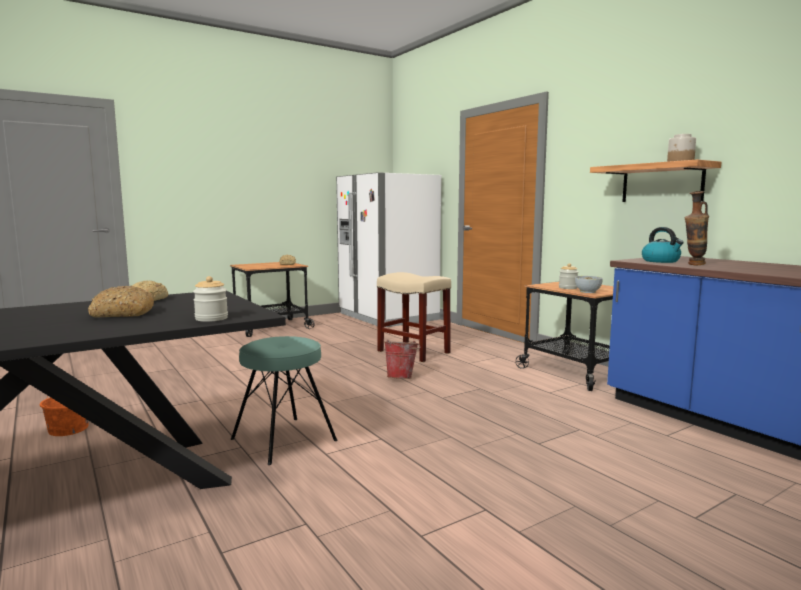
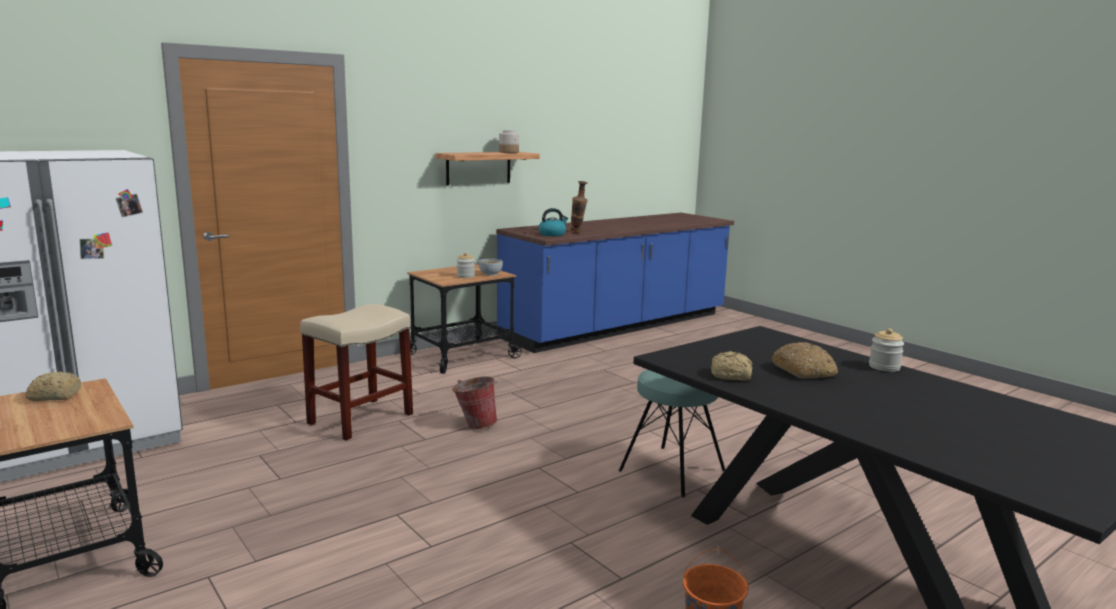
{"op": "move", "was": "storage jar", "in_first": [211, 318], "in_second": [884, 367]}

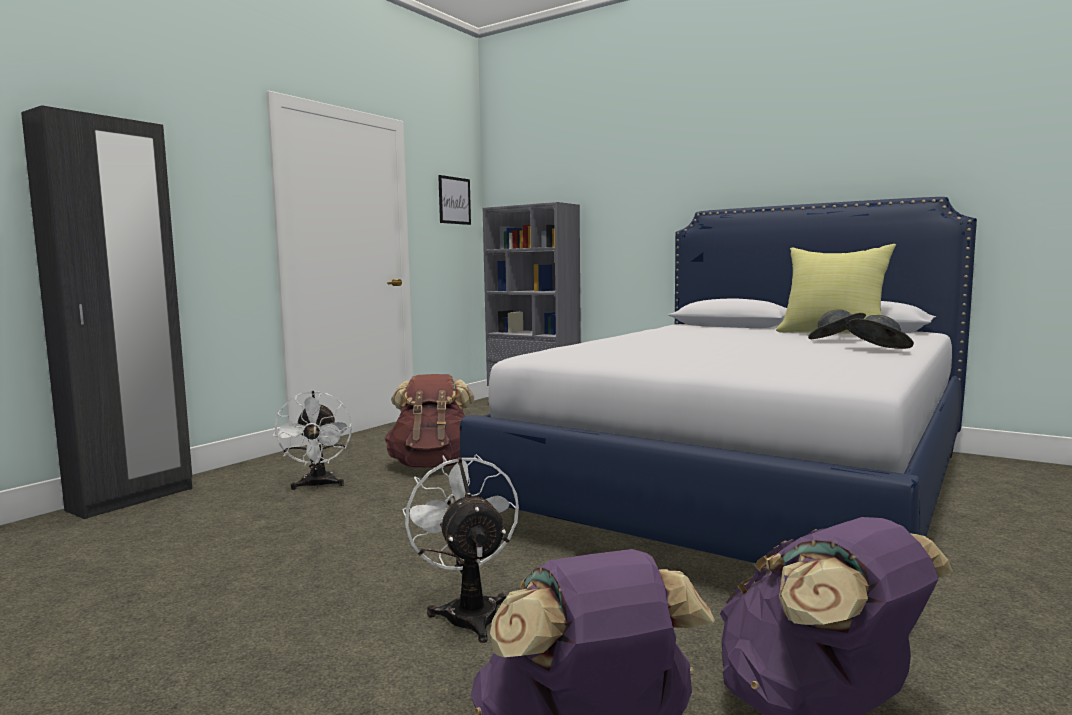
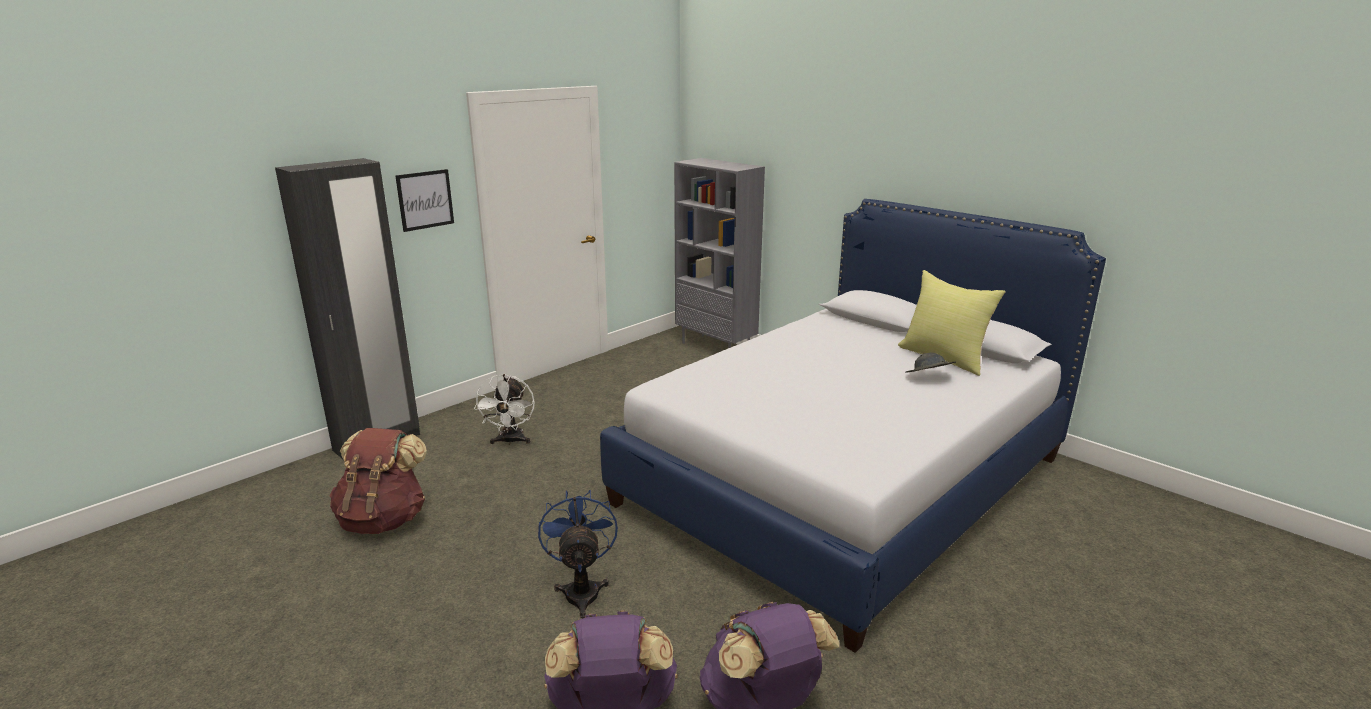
{"op": "delete", "was": "greyish hat", "in_first": [877, 350]}
{"op": "move", "was": "brownish rucksack", "in_first": [433, 465], "in_second": [384, 519]}
{"op": "move", "was": "wall art", "in_first": [454, 200], "in_second": [425, 200]}
{"op": "recolor", "was": "whitish fan", "now": "blue fan", "in_first": [468, 611], "in_second": [581, 589]}

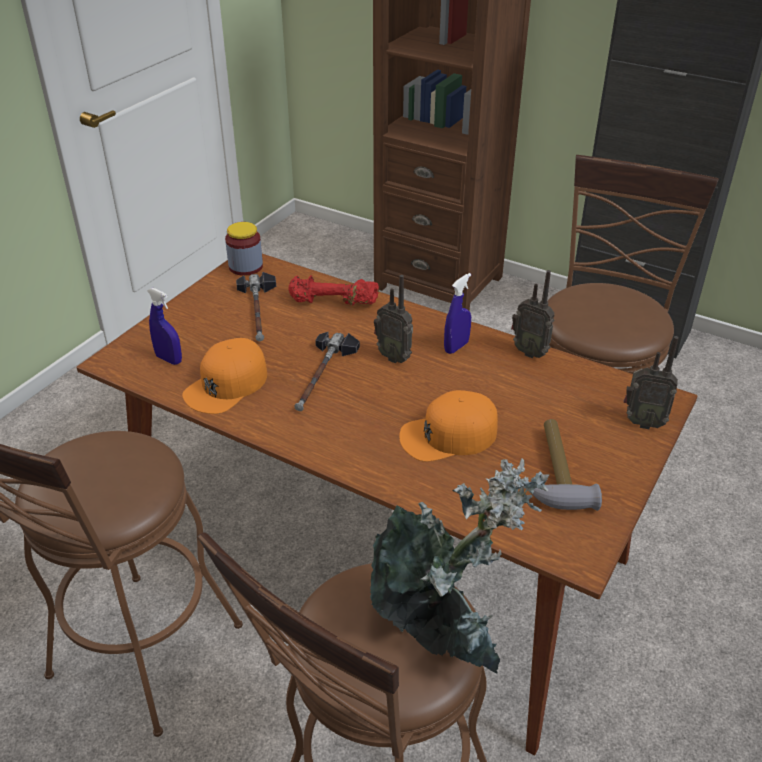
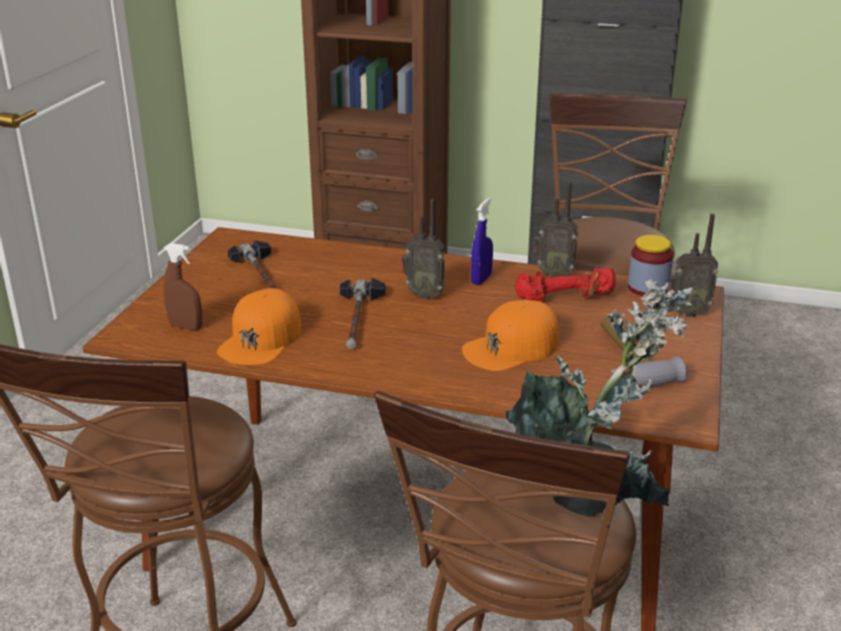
{"op": "move", "was": "storage jar", "in_first": [246, 267], "in_second": [648, 288]}
{"op": "move", "was": "reddish hand weight", "in_first": [333, 303], "in_second": [565, 299]}
{"op": "recolor", "was": "blue hand sprayer", "now": "brownish hand sprayer", "in_first": [169, 359], "in_second": [186, 326]}

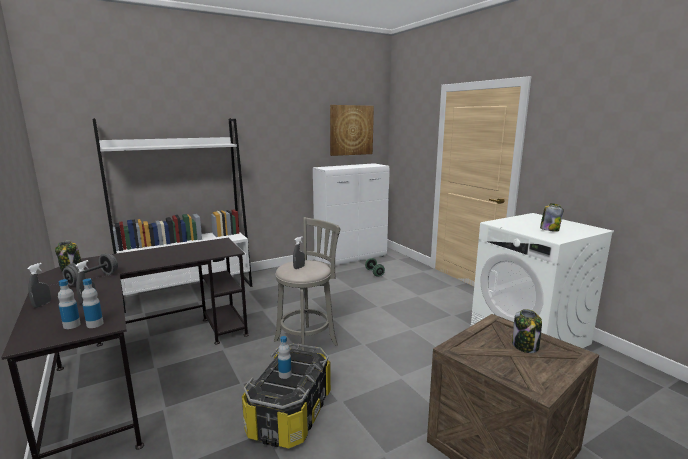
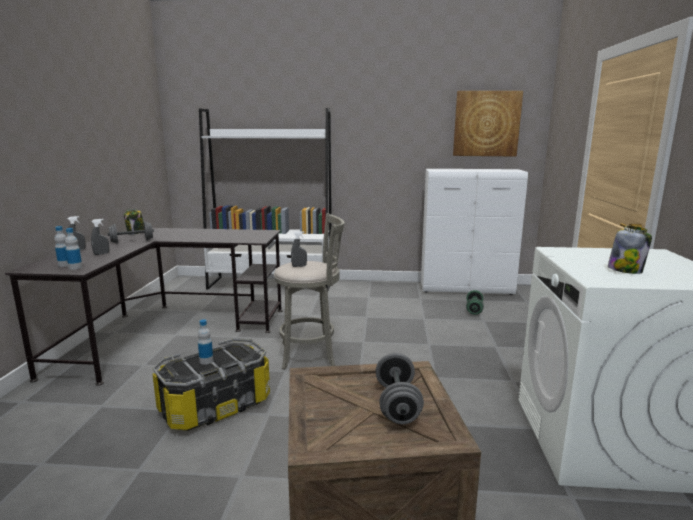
{"op": "replace", "was": "storage jar", "now": "greyish hand weight", "in_first": [525, 346], "in_second": [397, 404]}

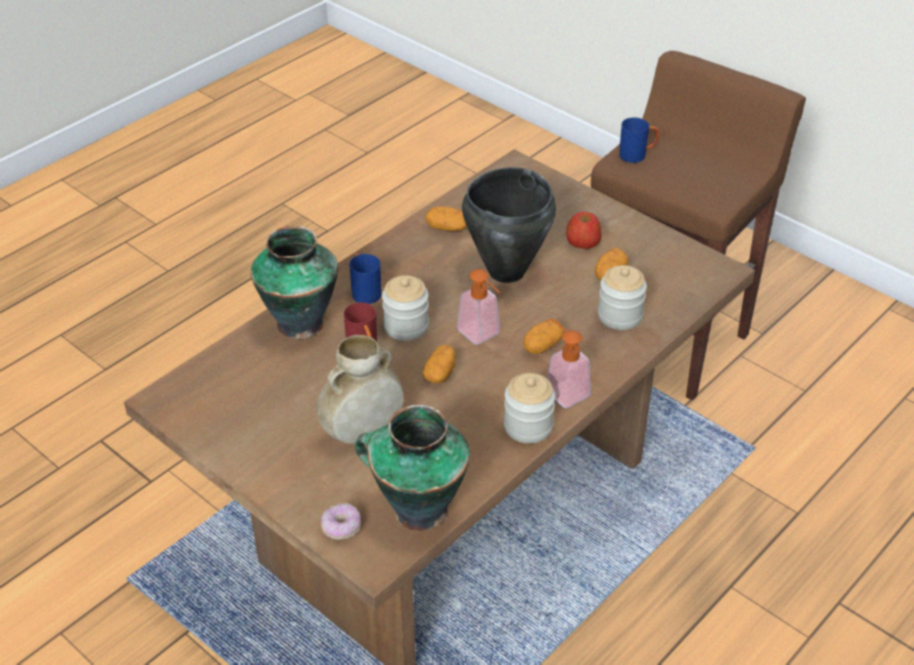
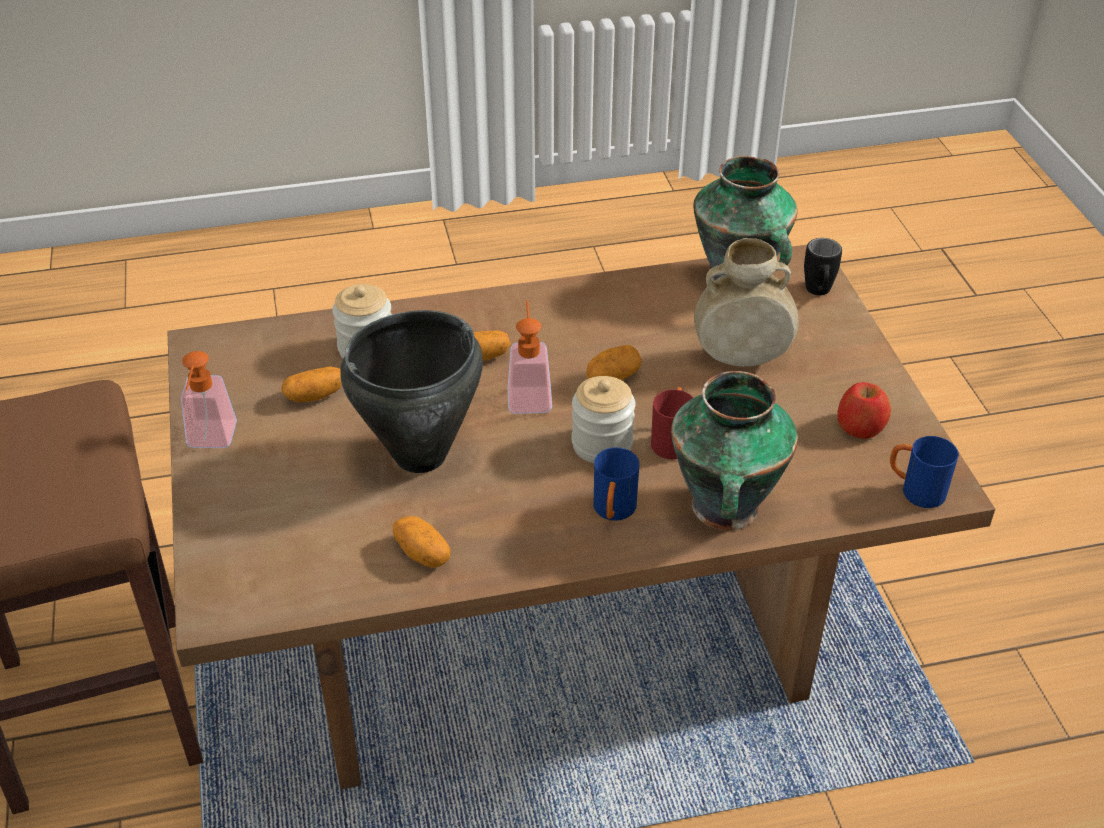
{"op": "delete", "was": "storage jar", "in_first": [528, 426]}
{"op": "move", "was": "soap dispenser", "in_first": [562, 389], "in_second": [210, 441]}
{"op": "move", "was": "apple", "in_first": [582, 242], "in_second": [860, 426]}
{"op": "move", "was": "blue tea mug", "in_first": [637, 155], "in_second": [915, 490]}
{"op": "replace", "was": "donut", "now": "blackish tea mug", "in_first": [341, 528], "in_second": [818, 293]}

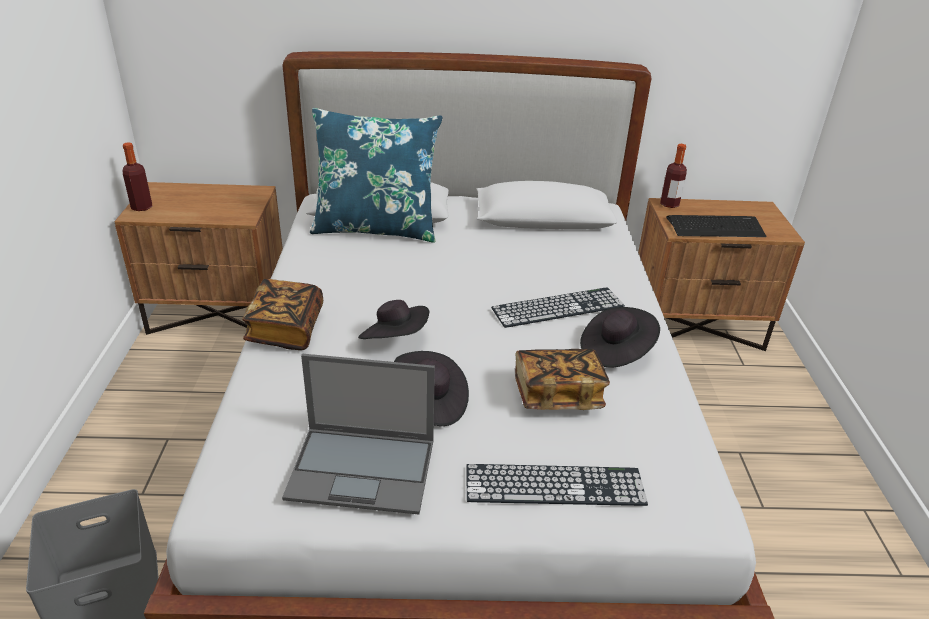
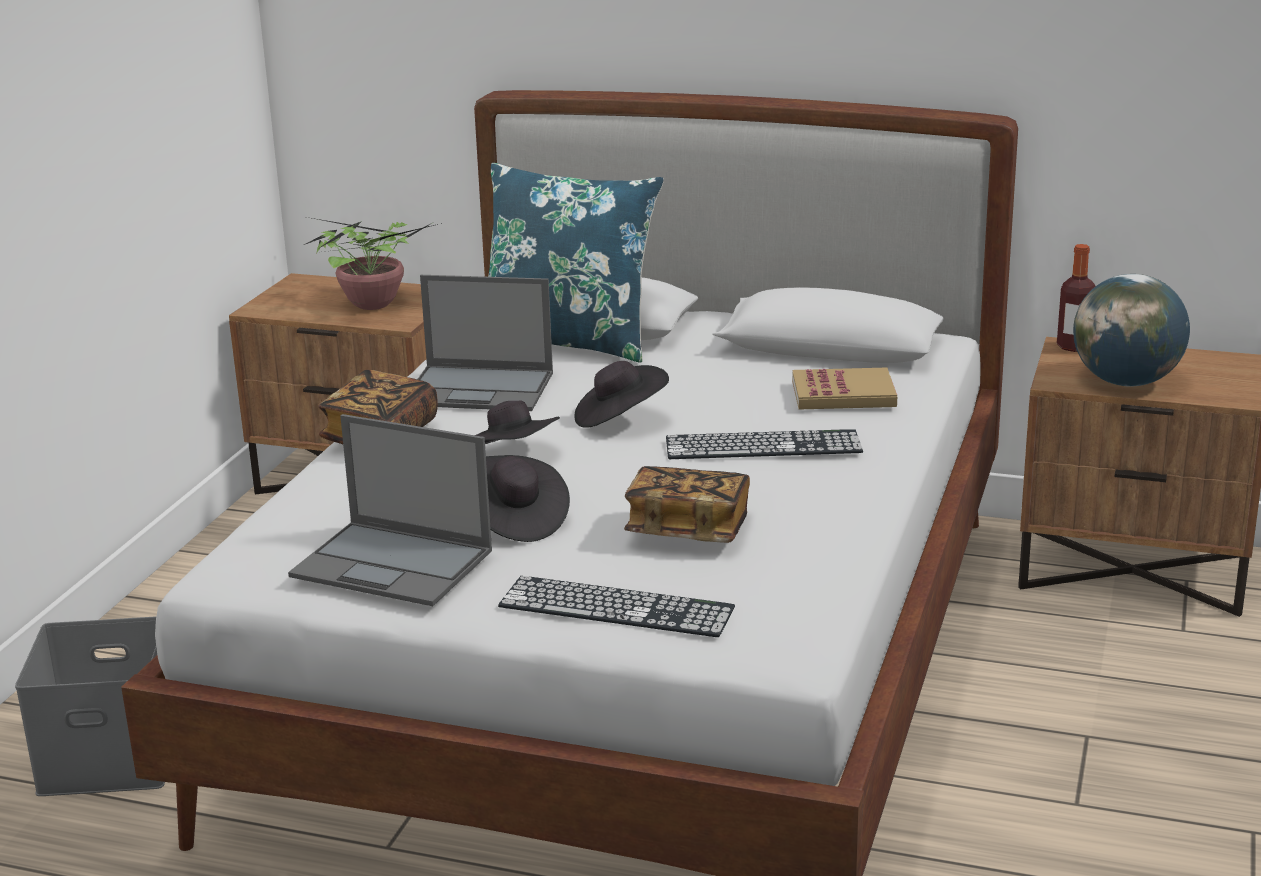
{"op": "delete", "was": "bottle", "in_first": [142, 207]}
{"op": "insert", "now": "potted plant", "in_second": [370, 303]}
{"op": "insert", "now": "portable computer", "in_second": [480, 389]}
{"op": "insert", "now": "volume", "in_second": [843, 394]}
{"op": "move", "was": "blackish hat", "in_first": [616, 351], "in_second": [619, 418]}
{"op": "replace", "was": "PC keyboard", "now": "globe", "in_first": [715, 227], "in_second": [1126, 381]}

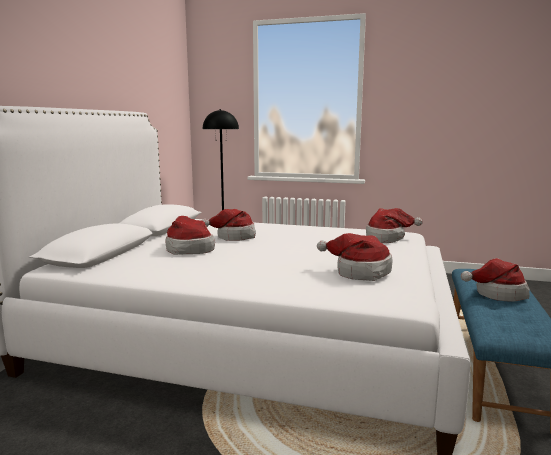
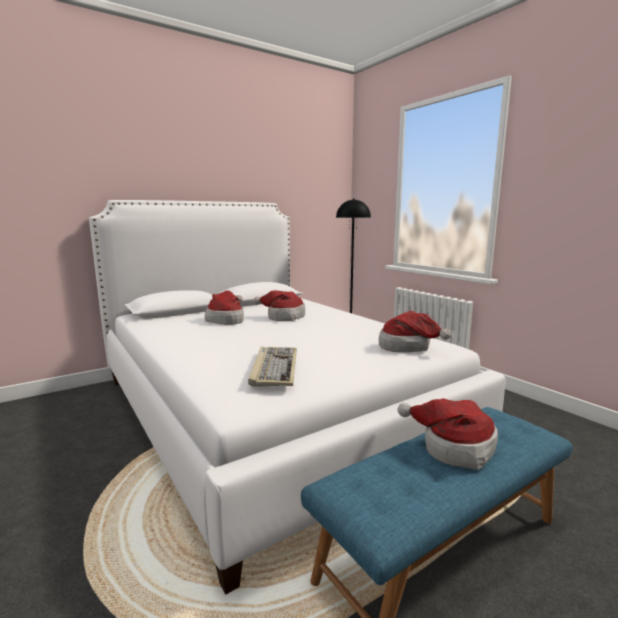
{"op": "replace", "was": "hat", "now": "PC keyboard", "in_first": [359, 272], "in_second": [274, 368]}

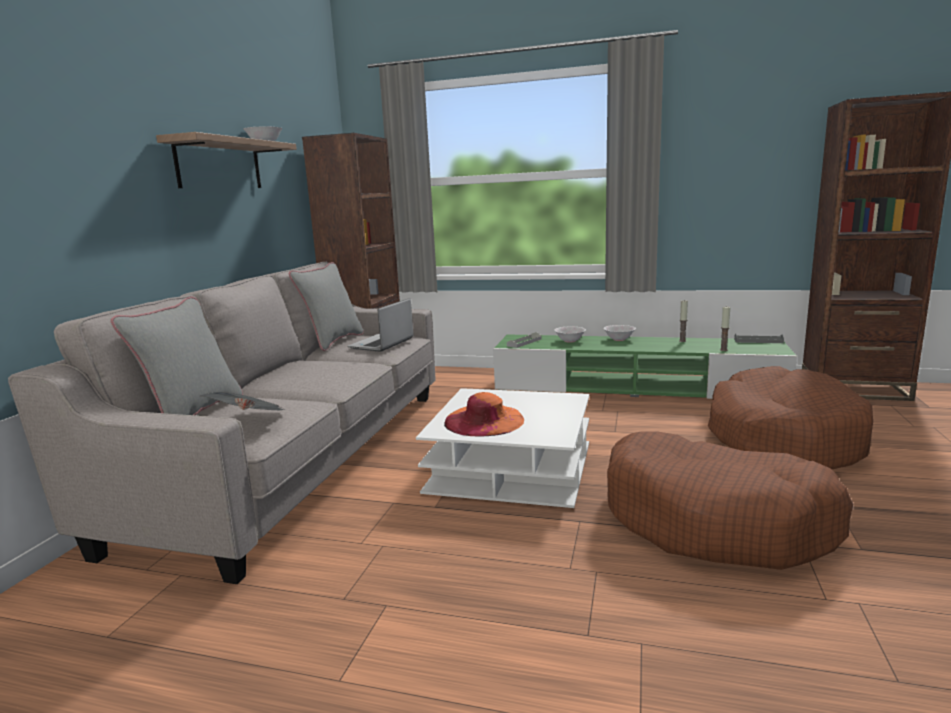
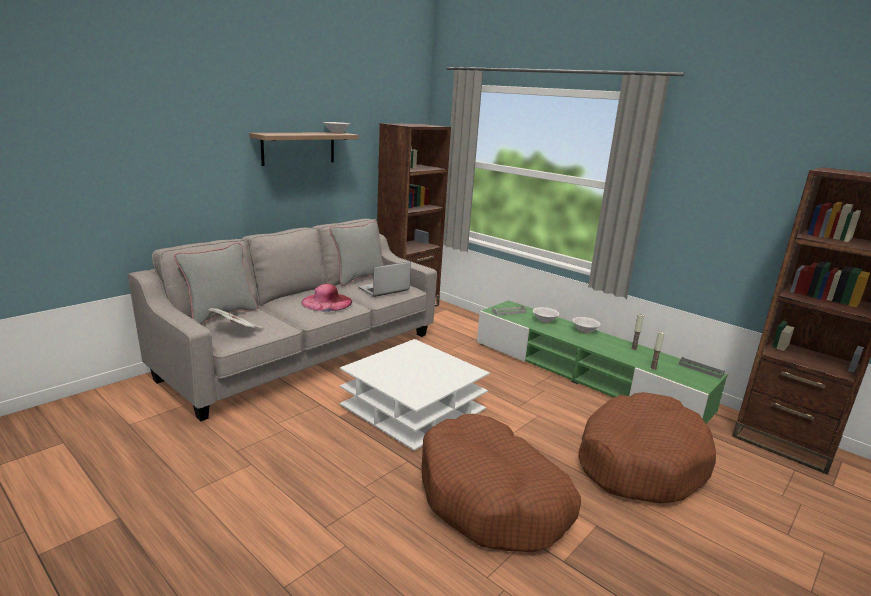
{"op": "delete", "was": "orange-coloured hat", "in_first": [484, 420]}
{"op": "insert", "now": "pink-coloured hat", "in_second": [326, 302]}

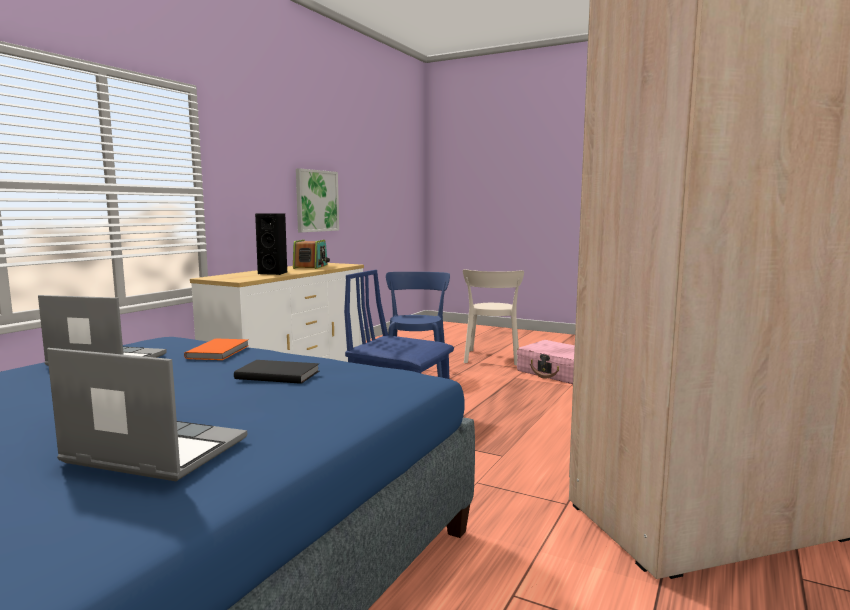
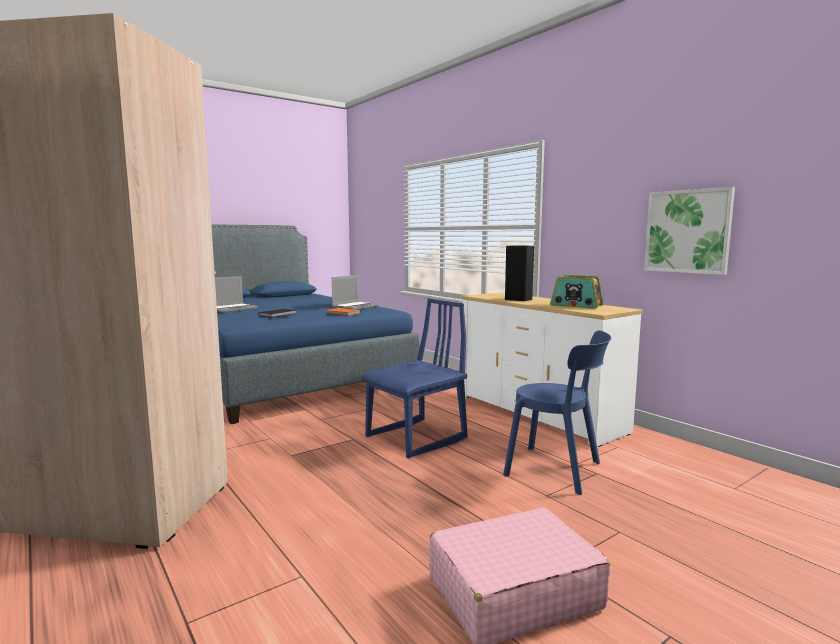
{"op": "delete", "was": "beige-coloured plain chair", "in_first": [492, 358]}

